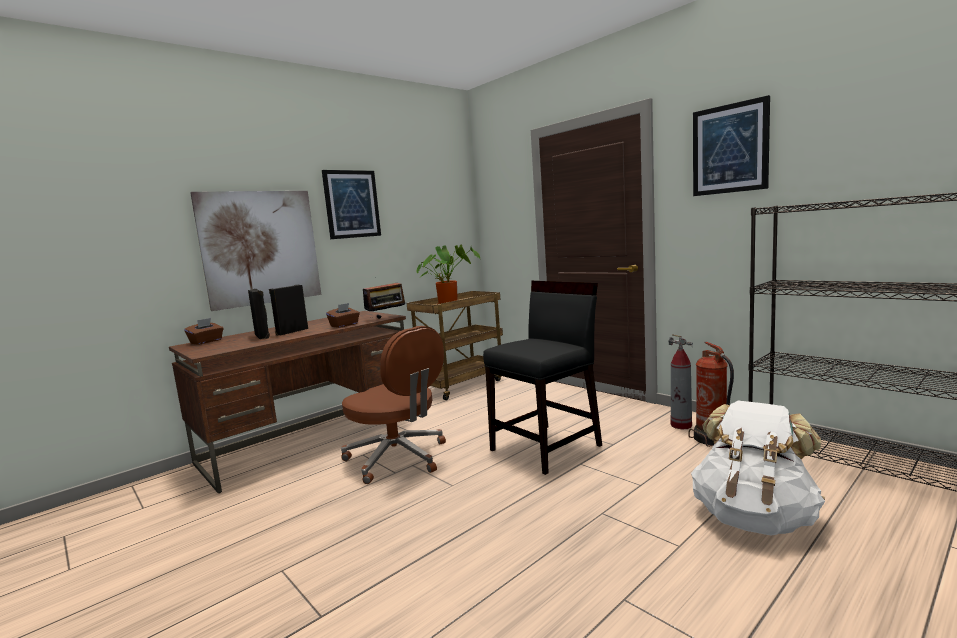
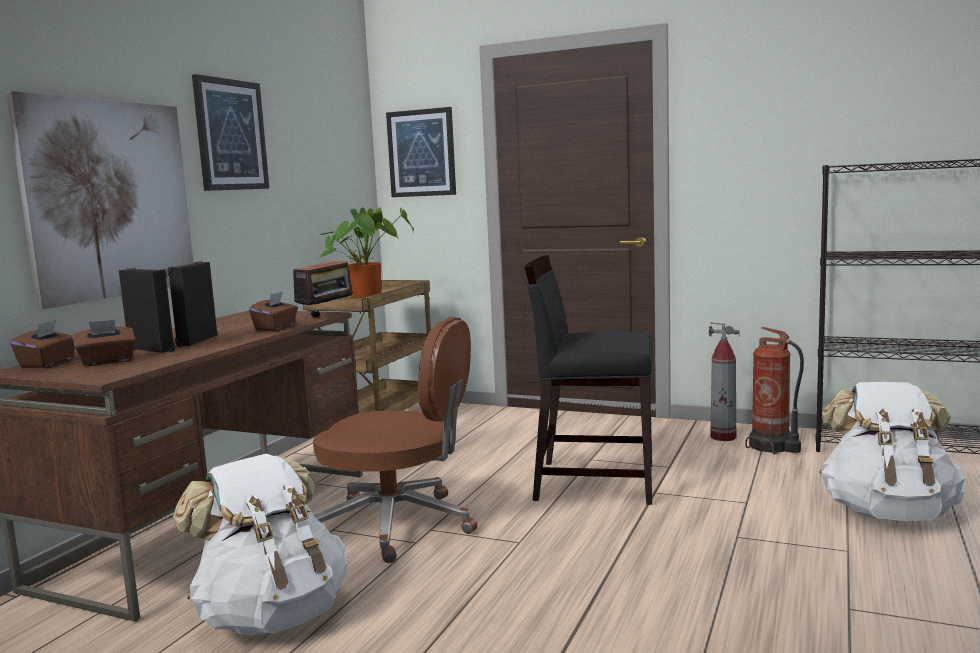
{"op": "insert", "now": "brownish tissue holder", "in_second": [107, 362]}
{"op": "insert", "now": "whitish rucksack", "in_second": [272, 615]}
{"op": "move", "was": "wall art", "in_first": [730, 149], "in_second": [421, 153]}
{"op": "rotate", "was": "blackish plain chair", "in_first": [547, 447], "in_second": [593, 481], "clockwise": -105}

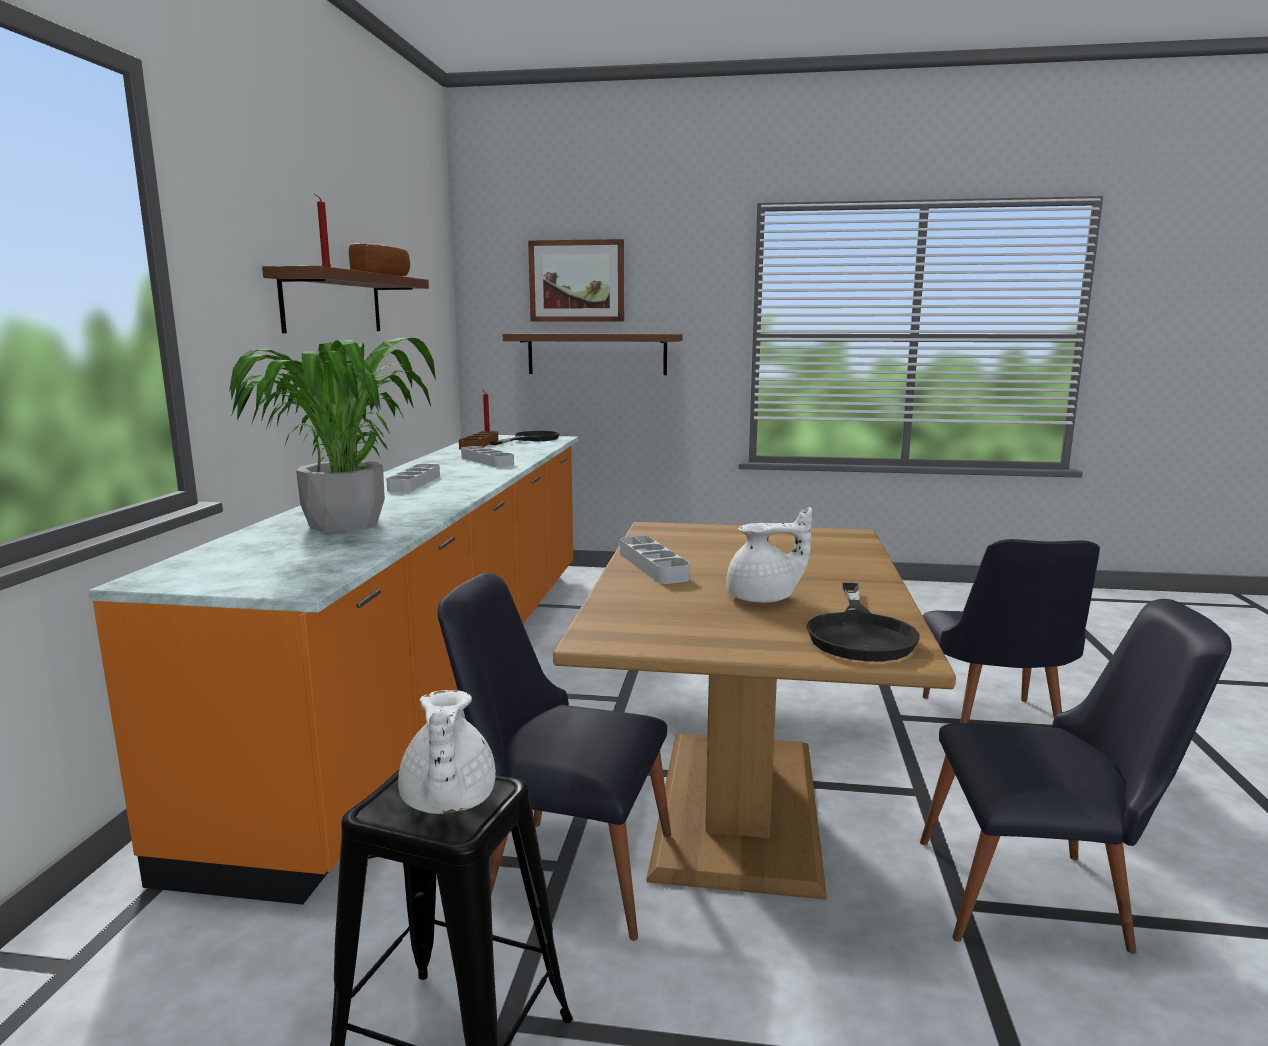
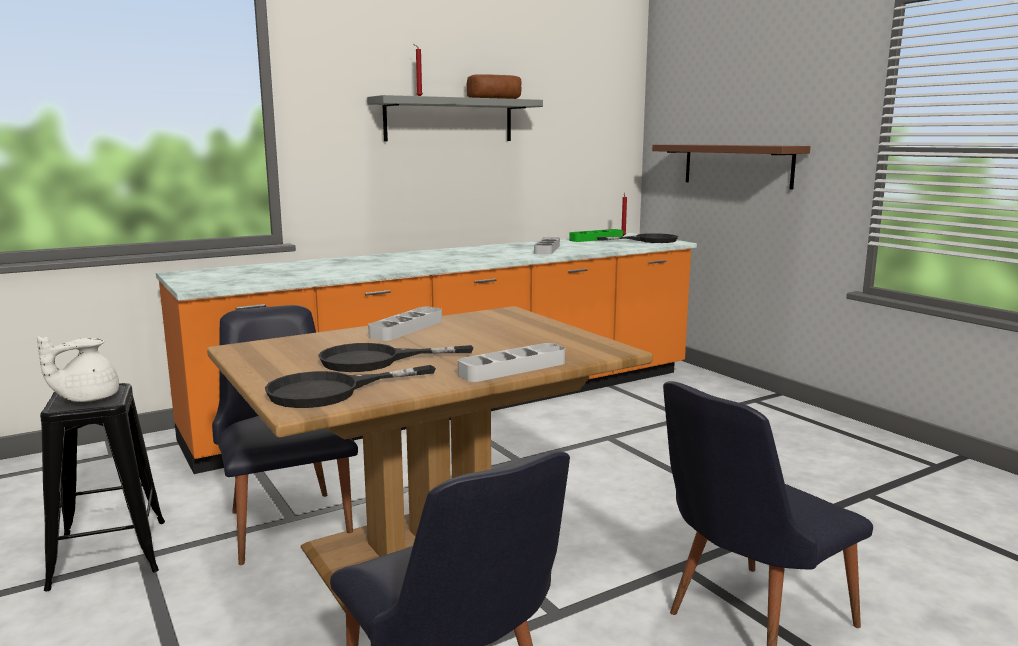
{"op": "delete", "was": "potted plant", "in_first": [344, 524]}
{"op": "delete", "was": "wall art", "in_first": [577, 281]}
{"op": "move", "was": "greyish serving tray", "in_first": [414, 483], "in_second": [512, 368]}
{"op": "replace", "was": "whitish teapot", "now": "blackish skillet", "in_first": [764, 598], "in_second": [375, 360]}
{"op": "recolor", "was": "brownish wall shelf", "now": "greyish wall shelf", "in_first": [333, 303], "in_second": [449, 120]}
{"op": "recolor", "was": "brownish serving tray", "now": "green-coloured serving tray", "in_first": [479, 444], "in_second": [596, 239]}

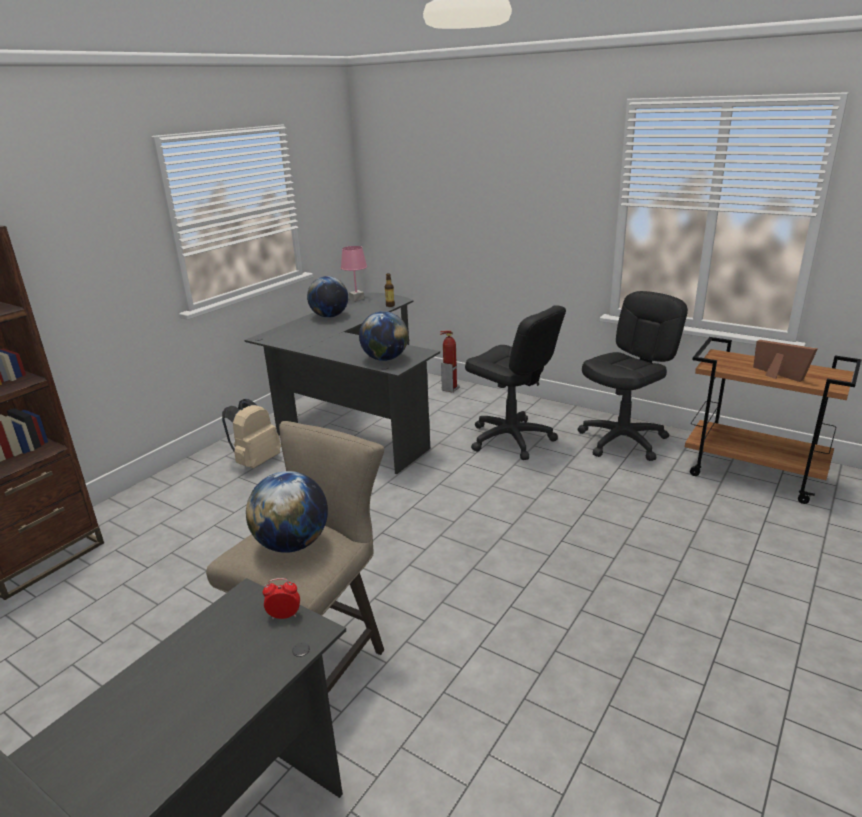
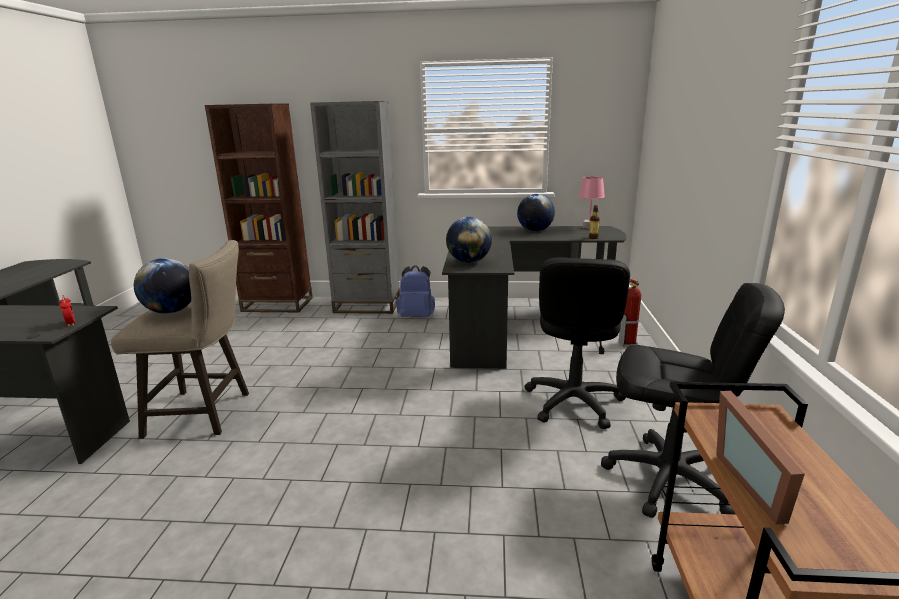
{"op": "insert", "now": "greyish bookshelf", "in_second": [367, 305]}
{"op": "recolor", "was": "beige-coloured rucksack", "now": "blue rucksack", "in_first": [255, 462], "in_second": [417, 316]}
{"op": "rotate", "was": "picture frame", "in_first": [777, 375], "in_second": [756, 482], "clockwise": 150}

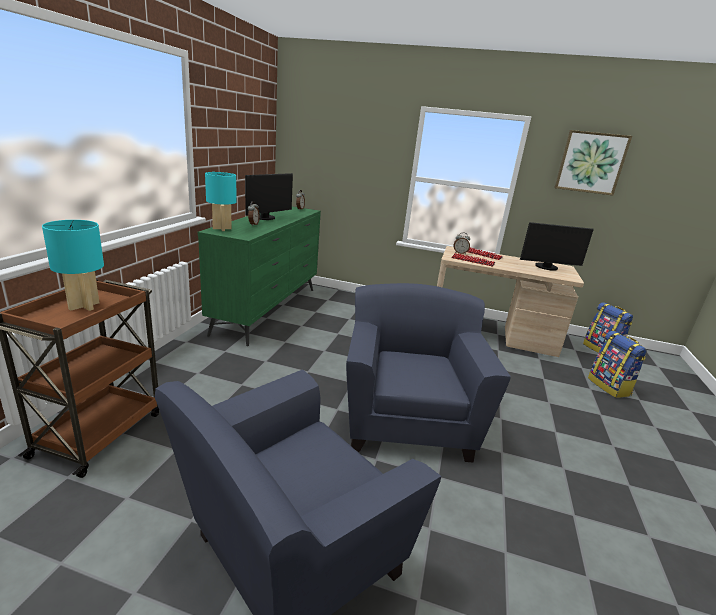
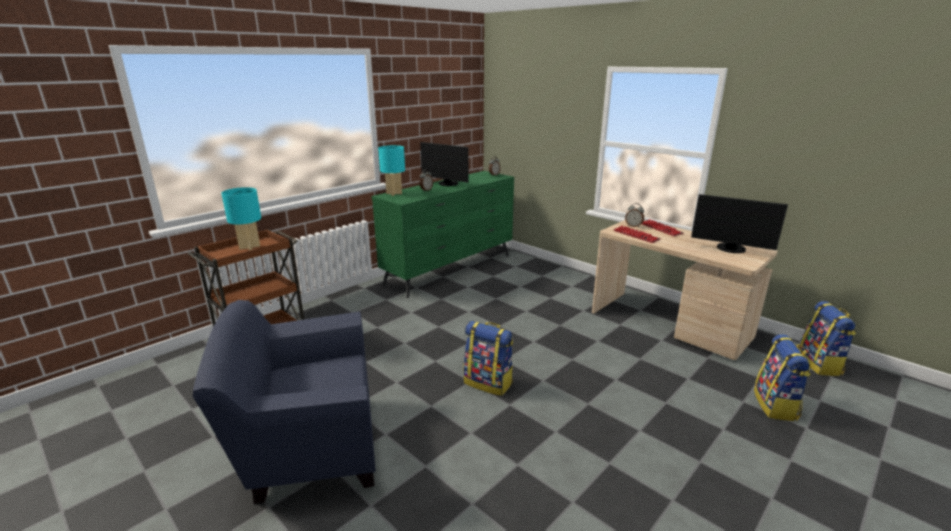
{"op": "delete", "was": "wall art", "in_first": [591, 162]}
{"op": "replace", "was": "blue armchair", "now": "rucksack", "in_first": [407, 420], "in_second": [488, 383]}
{"op": "rotate", "was": "computer display", "in_first": [266, 218], "in_second": [447, 184], "clockwise": 60}

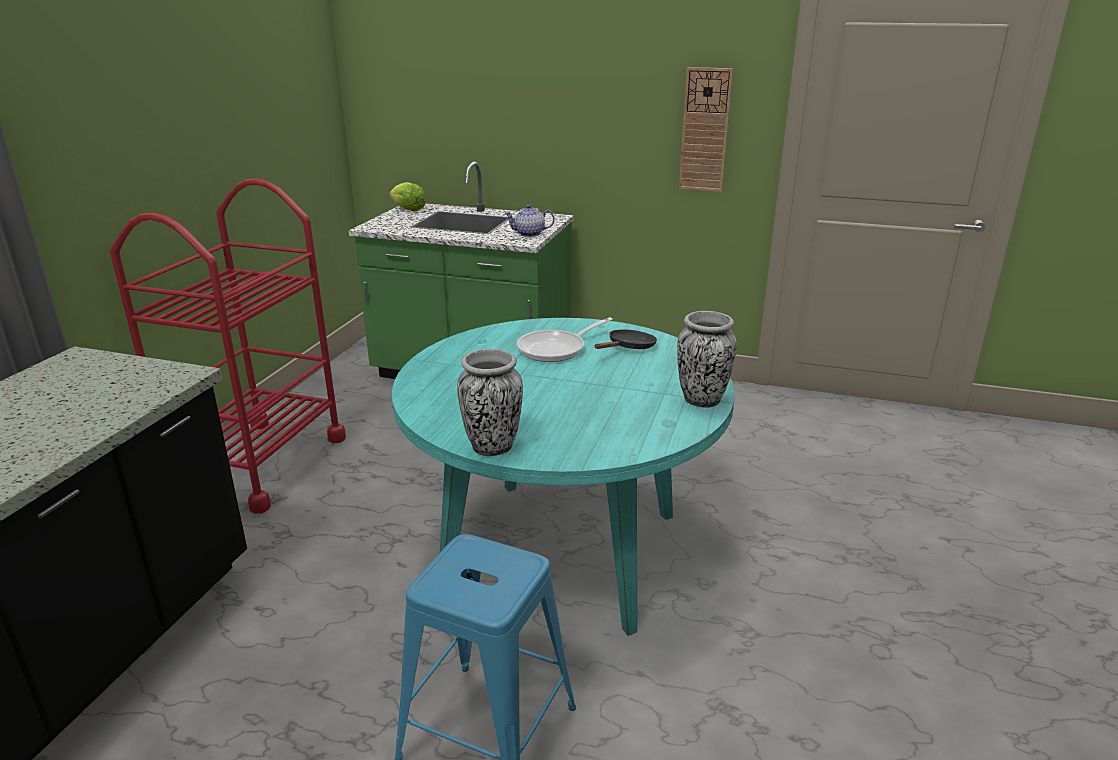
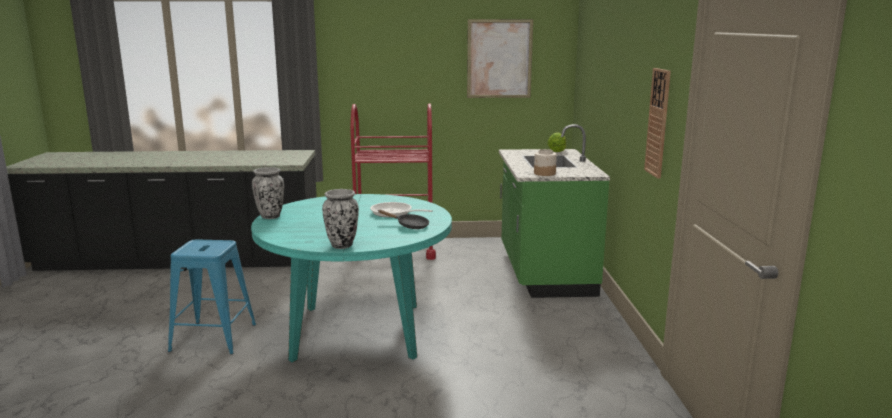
{"op": "insert", "now": "wall art", "in_second": [499, 59]}
{"op": "replace", "was": "teapot", "now": "storage jar", "in_first": [529, 234], "in_second": [544, 173]}

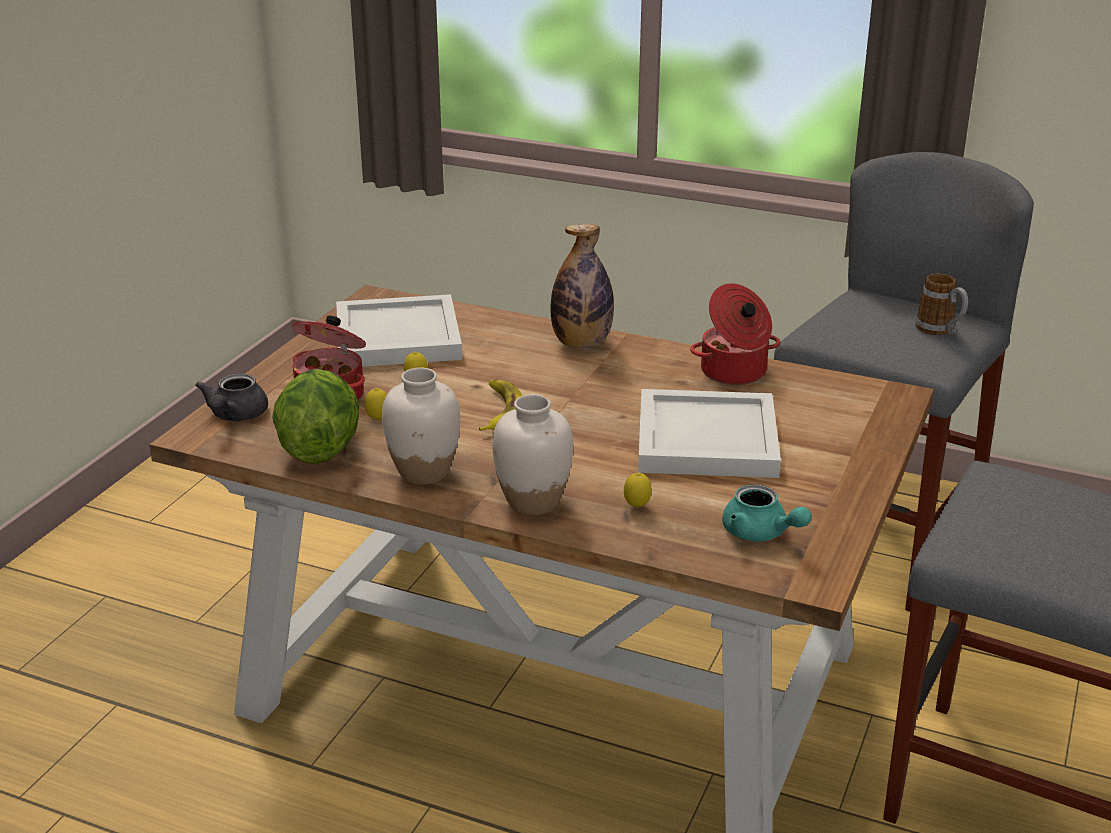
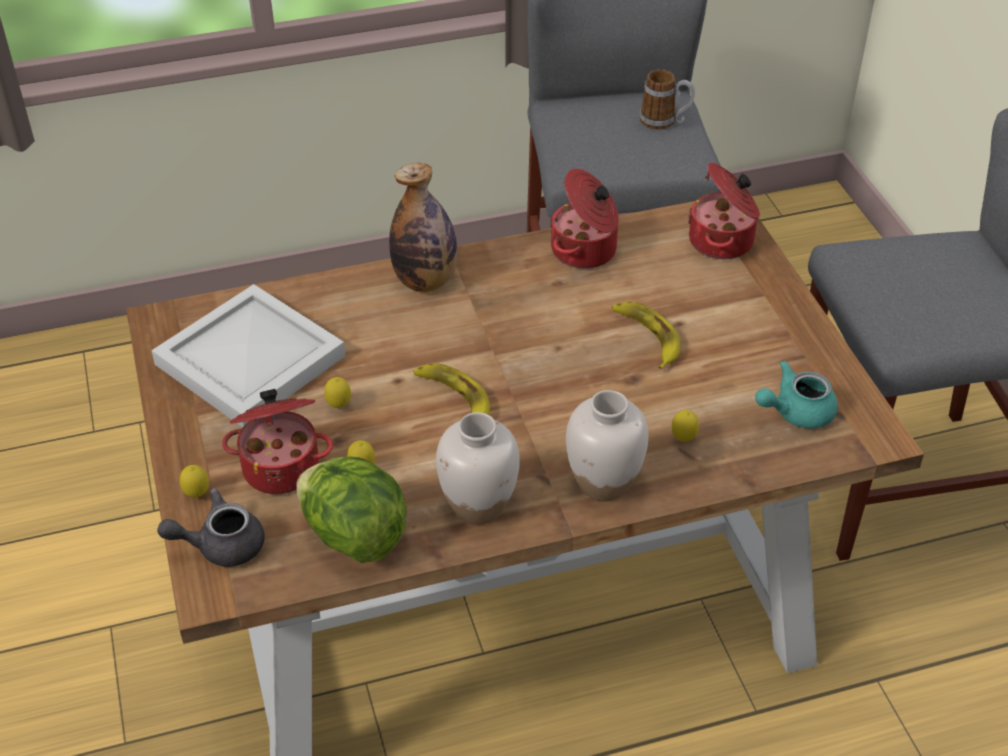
{"op": "insert", "now": "lemon", "in_second": [197, 495]}
{"op": "insert", "now": "saucepot", "in_second": [723, 241]}
{"op": "replace", "was": "whitish serving tray", "now": "banana", "in_first": [704, 438], "in_second": [647, 337]}
{"op": "rotate", "was": "greyish teapot", "in_first": [235, 416], "in_second": [220, 545], "clockwise": 105}
{"op": "rotate", "was": "turquoise teapot", "in_first": [760, 534], "in_second": [795, 412], "clockwise": 150}

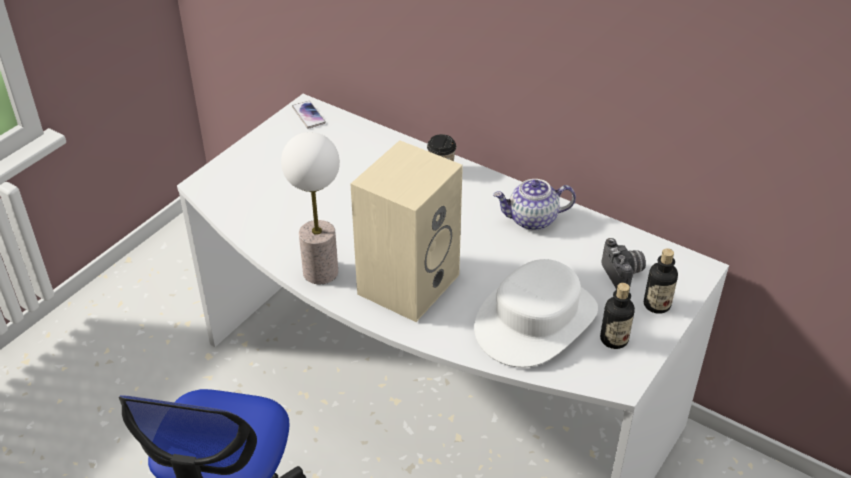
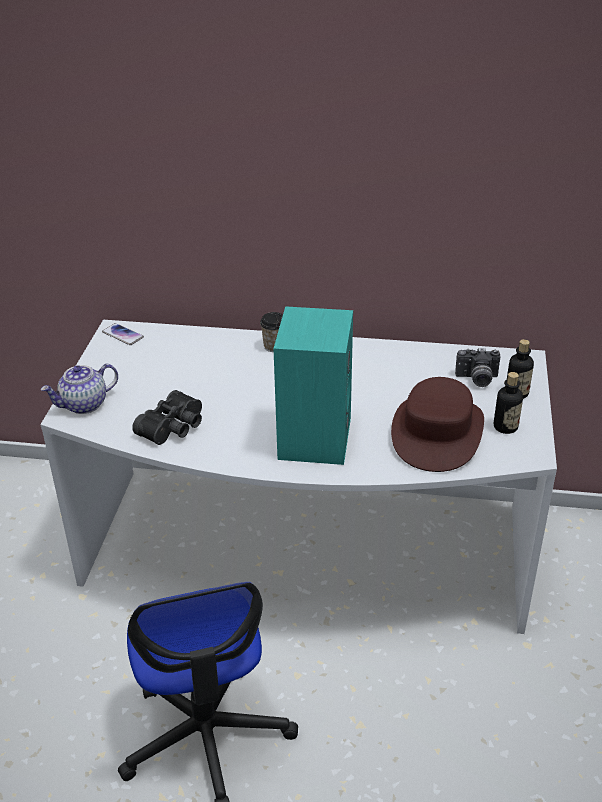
{"op": "delete", "was": "tabletop lamp", "in_first": [320, 272]}
{"op": "insert", "now": "blackish field glasses", "in_second": [174, 428]}
{"op": "move", "was": "teapot", "in_first": [532, 220], "in_second": [84, 405]}
{"op": "recolor", "was": "beige-coloured speaker", "now": "turquoise speaker", "in_first": [408, 282], "in_second": [313, 437]}
{"op": "recolor", "was": "whitish hat", "now": "brownish hat", "in_first": [535, 320], "in_second": [437, 433]}
{"op": "rotate", "was": "photo camera", "in_first": [624, 275], "in_second": [477, 379], "clockwise": 135}

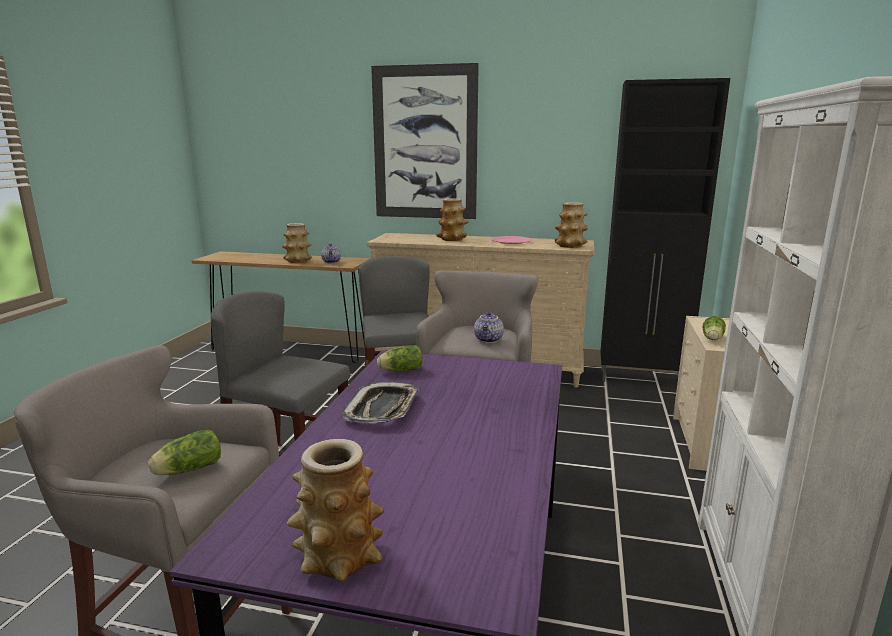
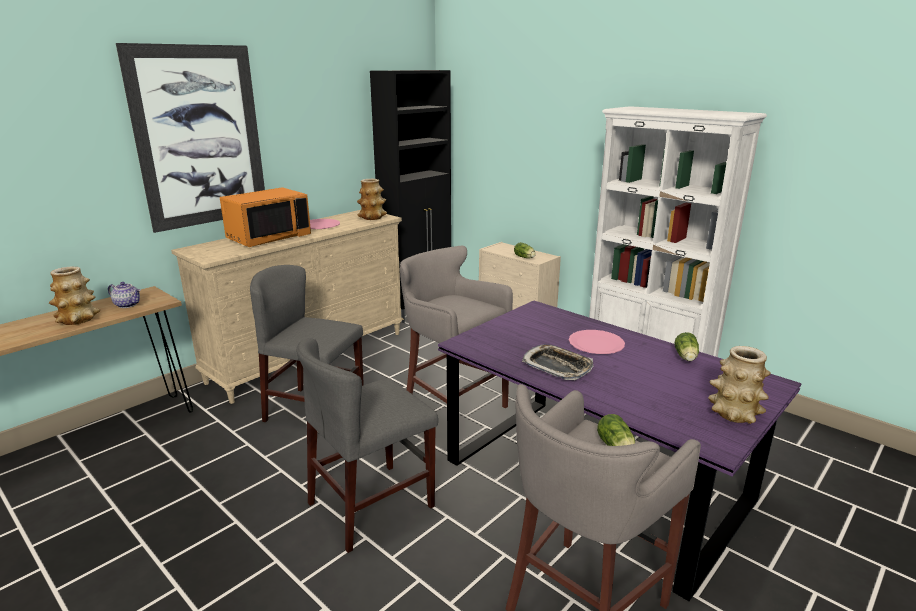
{"op": "delete", "was": "teapot", "in_first": [489, 340]}
{"op": "insert", "now": "pink-coloured dinner plate", "in_second": [596, 343]}
{"op": "move", "was": "lettuce head", "in_first": [399, 371], "in_second": [686, 357]}
{"op": "replace", "was": "flower vase", "now": "orange-coloured microwave oven", "in_first": [452, 239], "in_second": [268, 237]}

